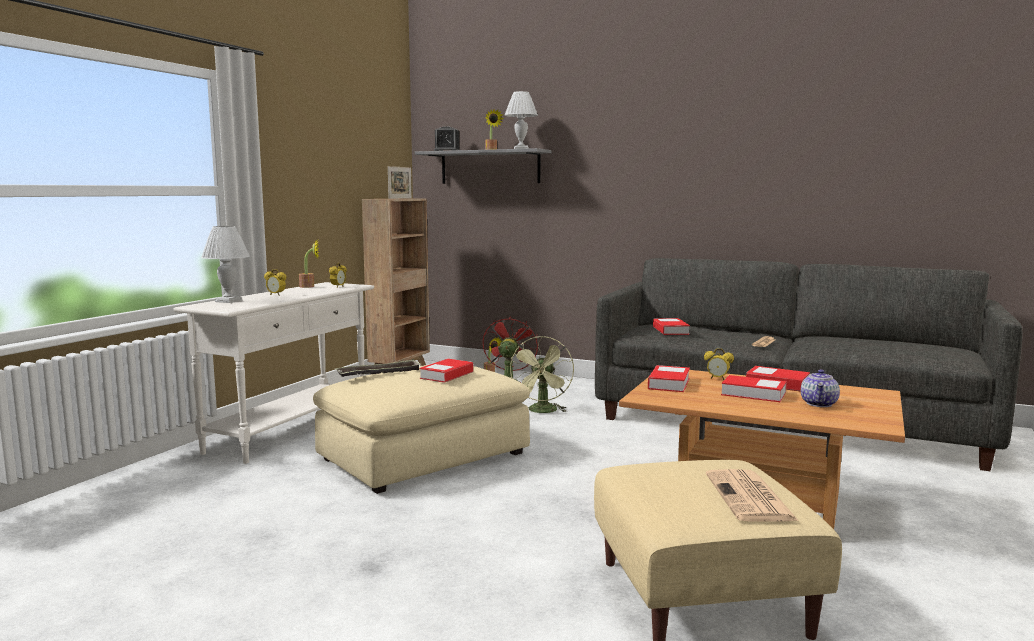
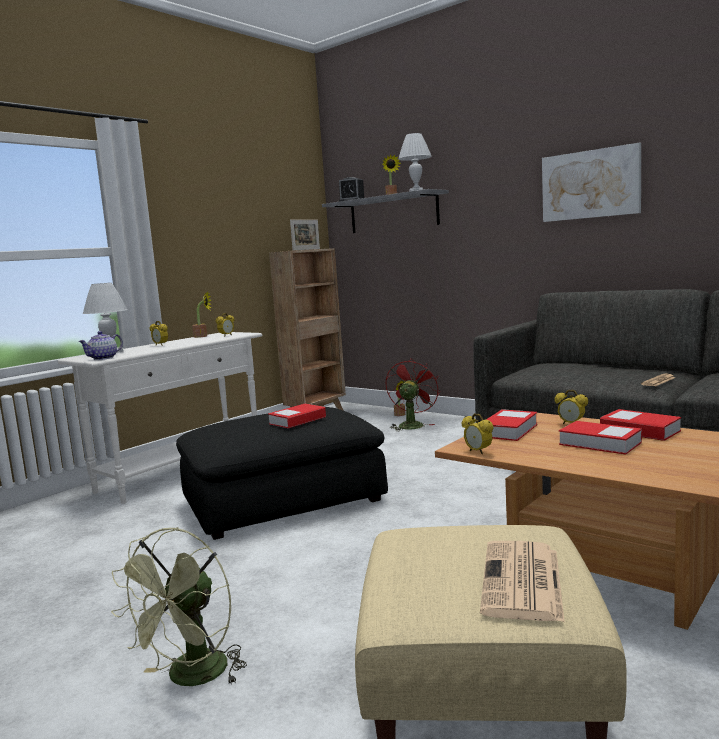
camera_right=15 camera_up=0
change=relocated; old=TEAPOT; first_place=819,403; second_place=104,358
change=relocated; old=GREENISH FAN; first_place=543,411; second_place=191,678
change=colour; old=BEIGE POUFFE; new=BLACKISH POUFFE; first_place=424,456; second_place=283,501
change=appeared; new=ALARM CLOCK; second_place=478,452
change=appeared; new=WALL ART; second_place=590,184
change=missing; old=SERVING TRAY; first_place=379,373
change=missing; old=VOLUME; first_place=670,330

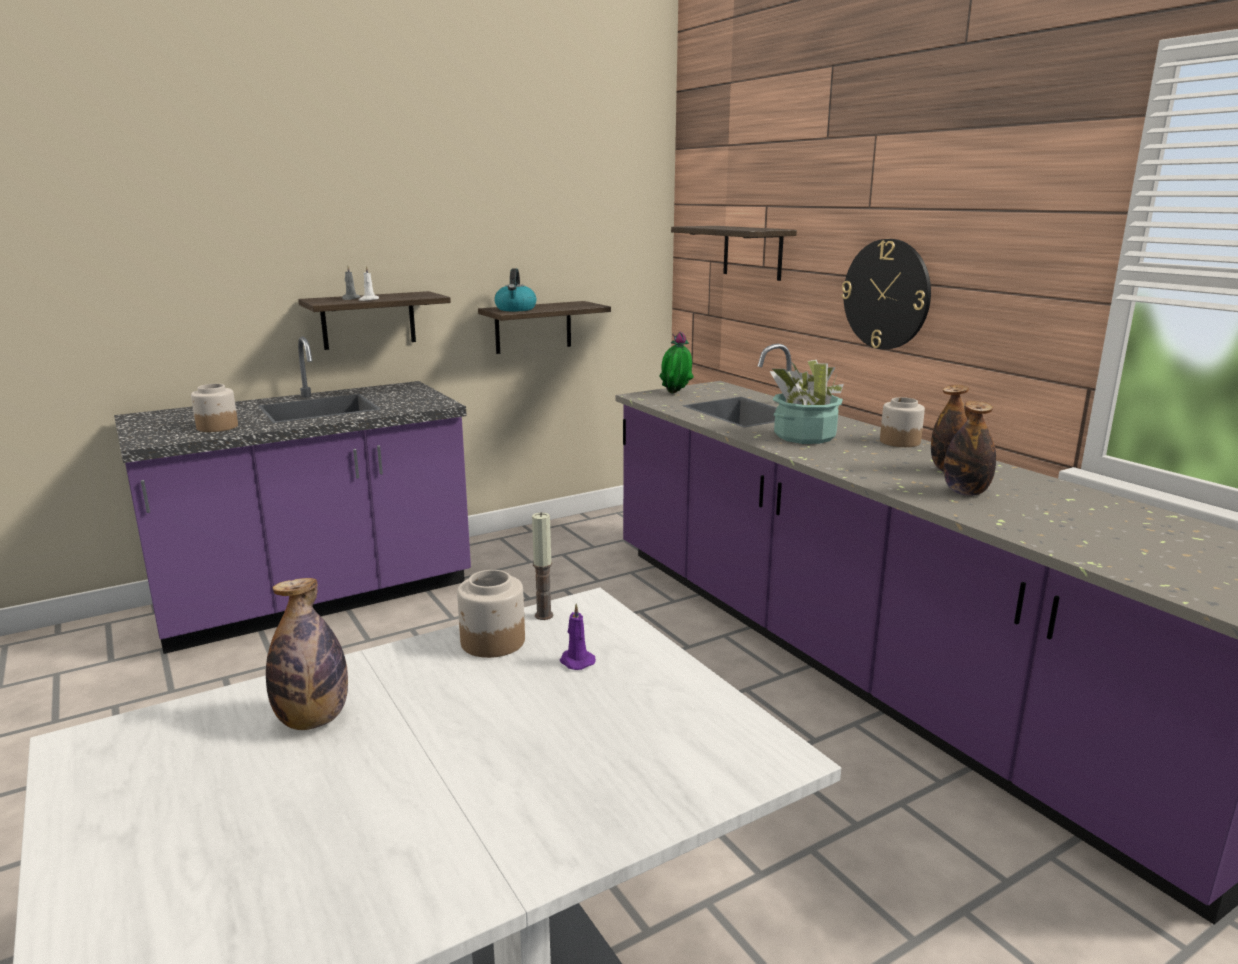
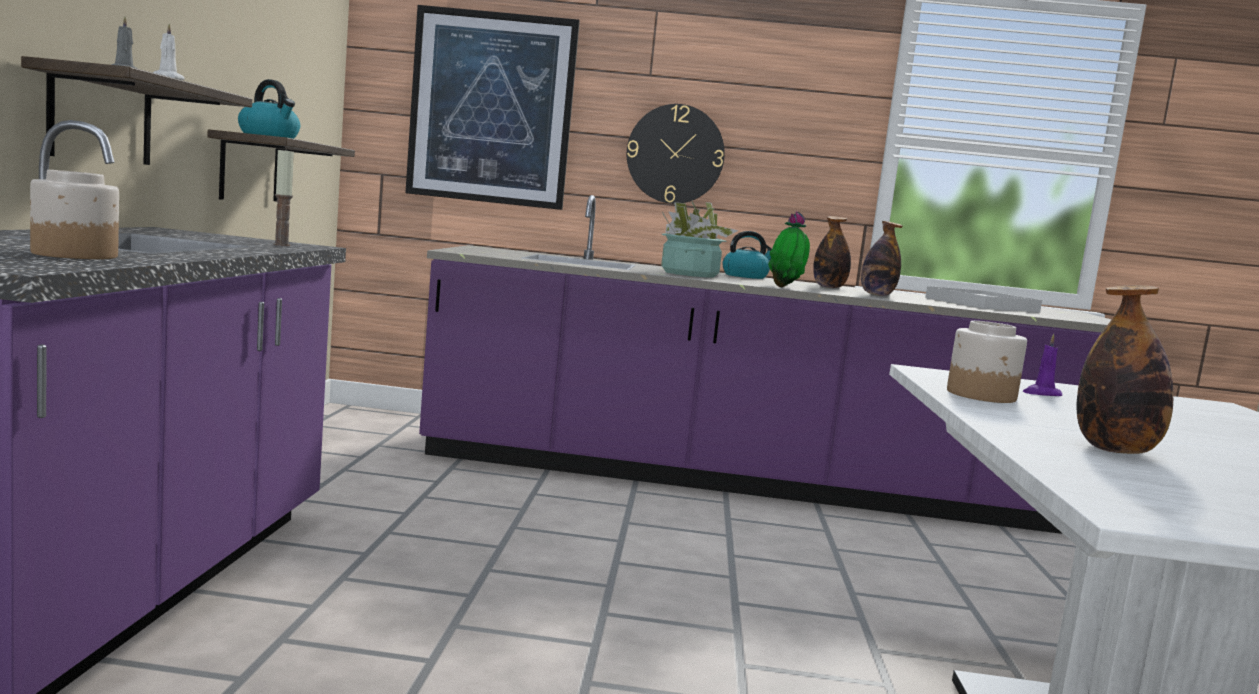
camera_right=-55 camera_up=-10
change=relocated; old=WAX LIGHT; first_place=544,615; second_place=281,245
change=exchanged; old=BRACKET SHELF; new=WALL ART; first_place=752,252; second_place=491,108
change=exchanged; old=JAR; new=TEA KETTLE; first_place=899,442; second_place=745,276
change=relocated; old=HOUSEPLANT; first_place=675,394; second_place=785,287
change=appeared; new=WHITISH SERVING TRAY; second_place=981,304

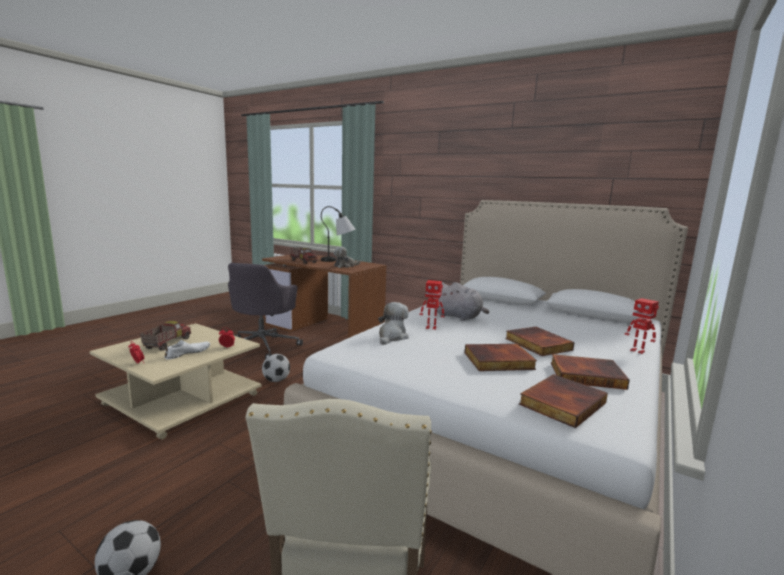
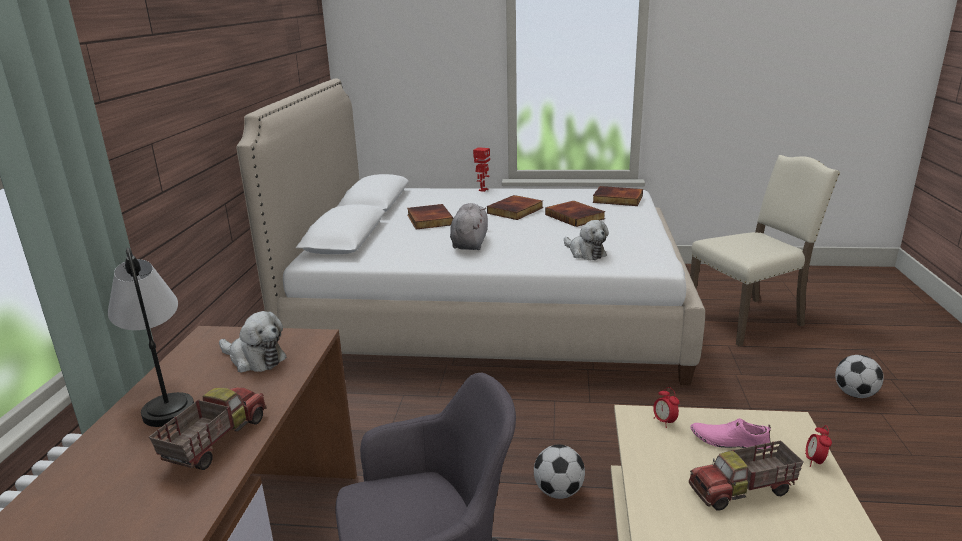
camera_right=-115 camera_up=10
change=relocated; old=VOLUME; first_place=586,375; second_place=428,220
change=spun; old=PLUSH TOY; first_place=392,337; second_place=585,253; degrees=-120
change=colour; old=WHITISH LOW SHOE; new=PINK LOW SHOE; first_place=188,353; second_place=729,441
change=missing; old=TOY ROBOT; first_place=431,327

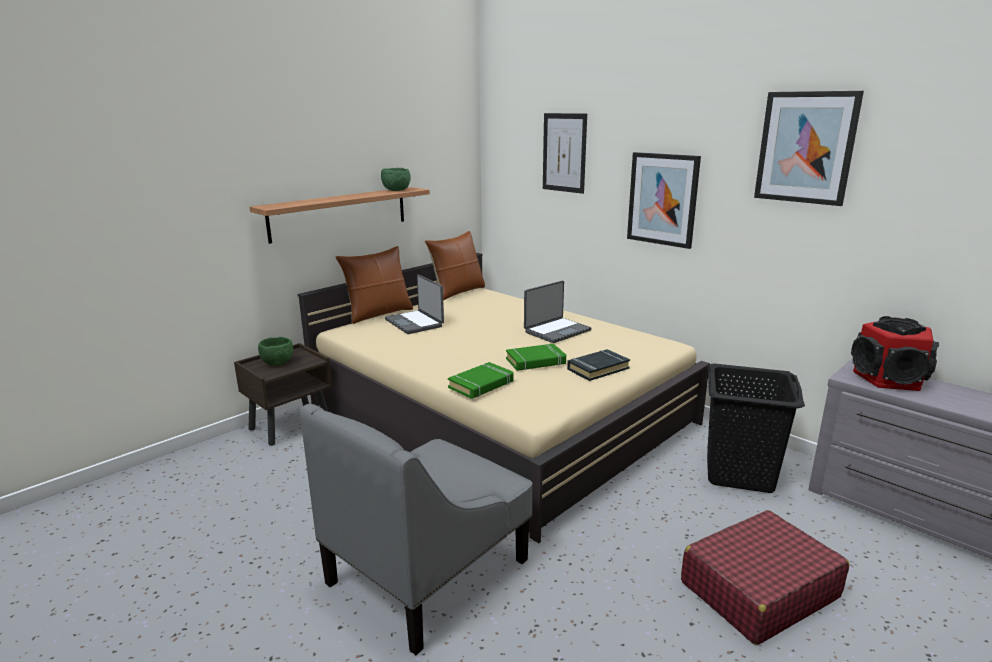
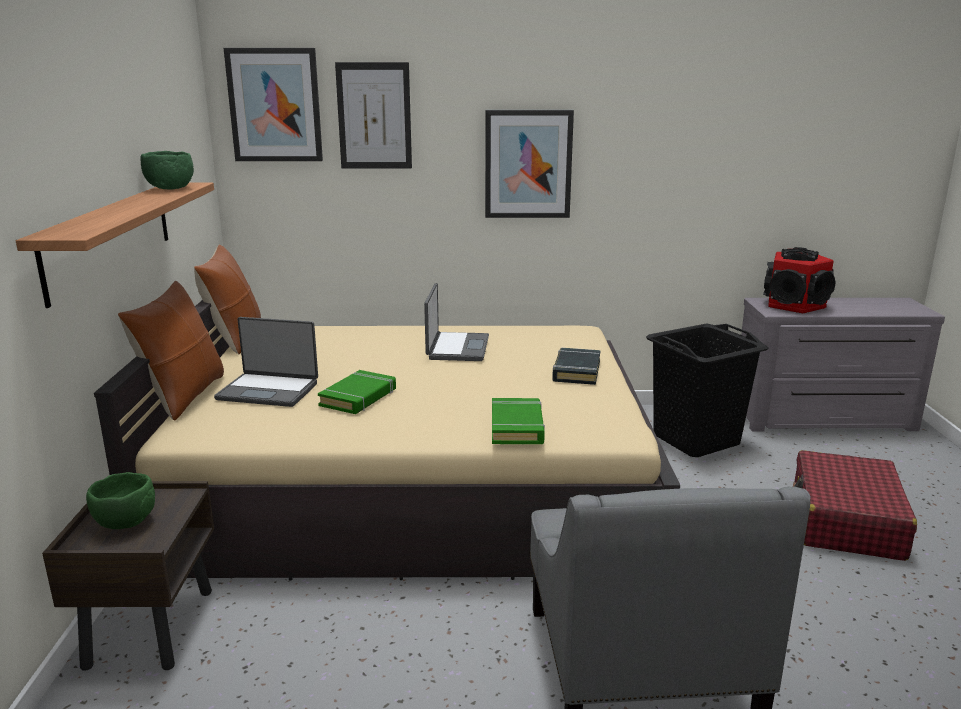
camera_right=-45 camera_up=0
change=relocated; old=WALL ART; first_place=805,147; second_place=275,105
change=relocated; old=GREENISH VOLUME; first_place=536,361; second_place=359,397

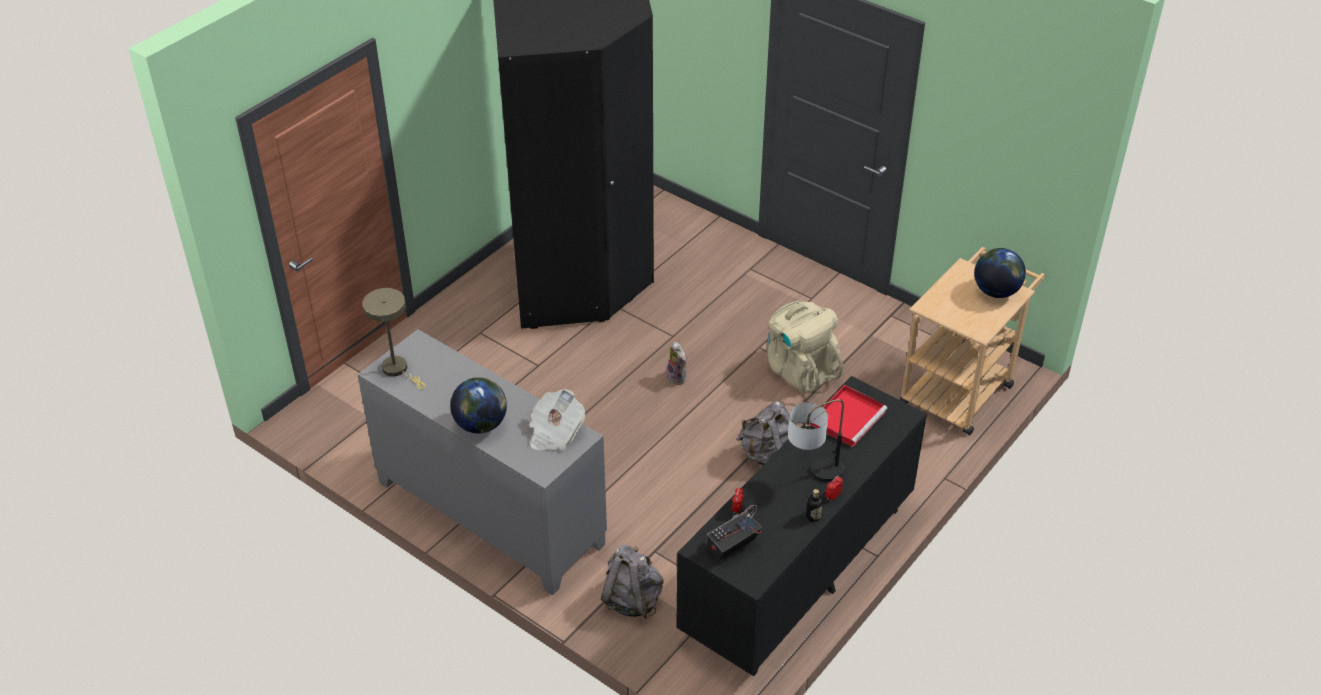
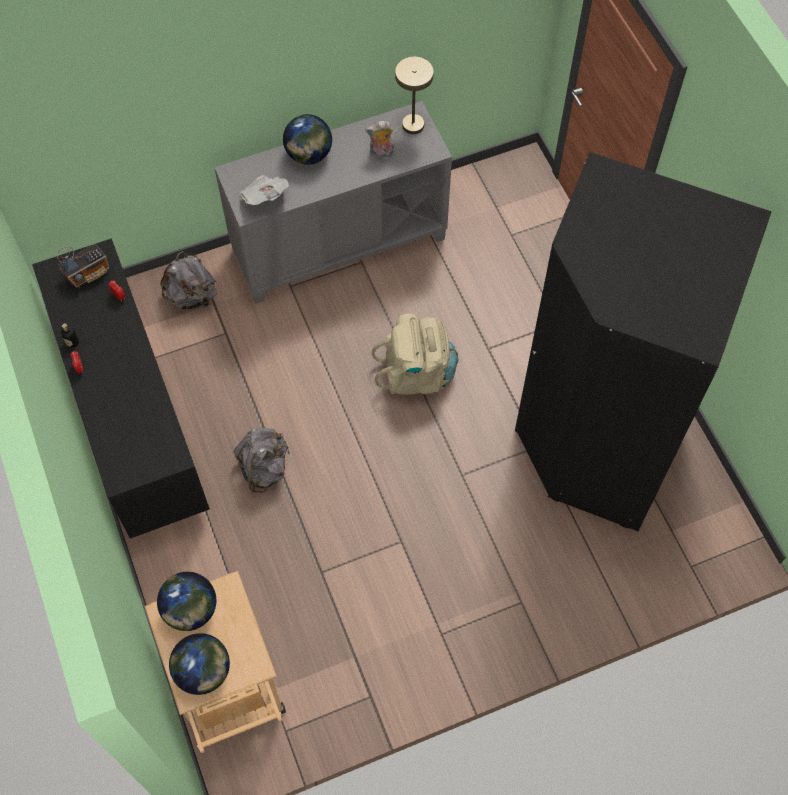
camera_right=120 camera_up=20
change=spun; old=RADIO; first_place=731,547; second_place=88,273; degrees=60
change=appeared; new=DESK GLOBE; second_place=191,610
change=relocated; old=PLUSH TOY; first_place=678,377; second_place=381,153
change=relocated; old=BEIGE BACKPACK; first_place=800,370; second_place=416,374
change=missing; old=TABLE LAMP; first_place=812,475
change=missing; old=RED-COLOURED SERVING TRAY; first_place=848,417

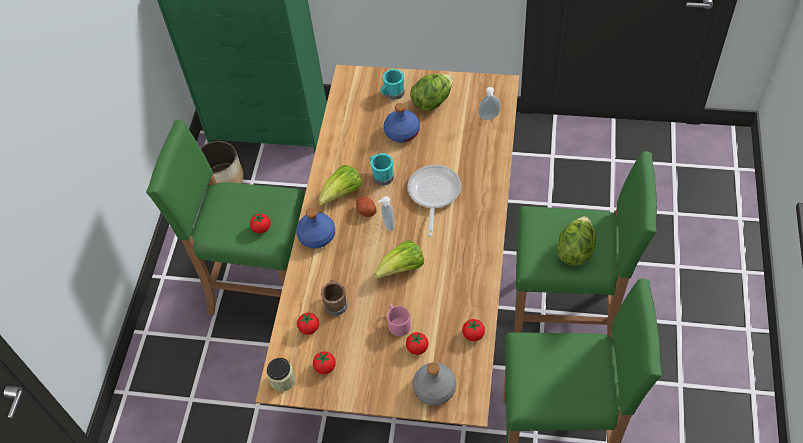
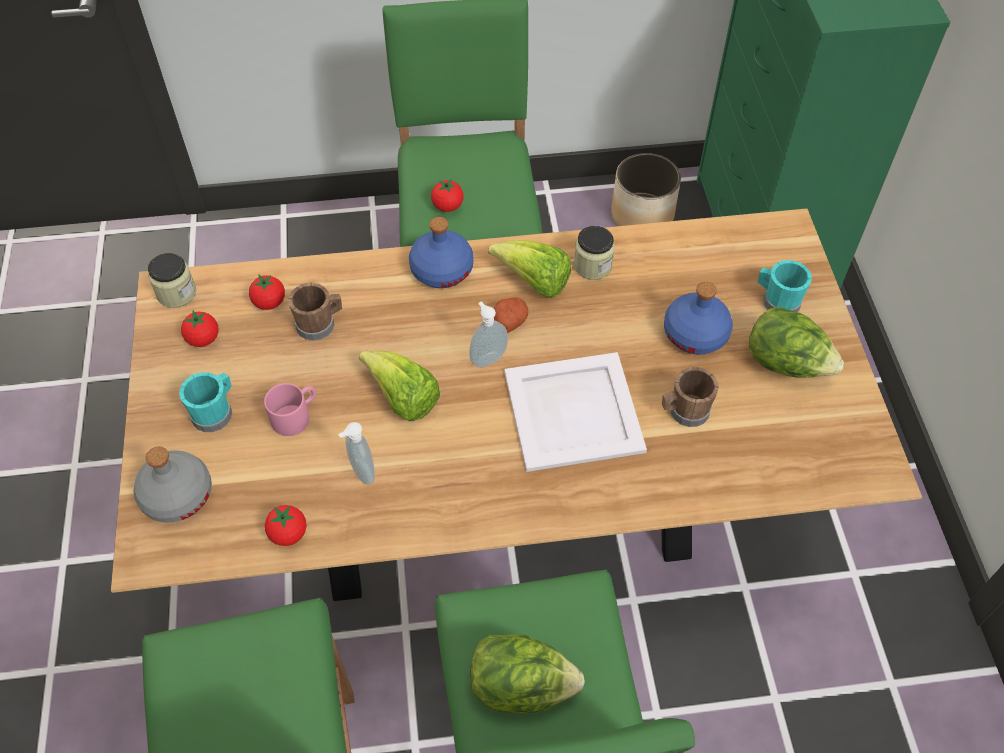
camera_right=70 camera_up=0
change=relocated; old=TURQUOISE-COLOURED TEA MUG; first_place=381,175; second_place=215,412
change=relocated; old=SOAP BOTTLE; first_place=489,118; second_place=361,473
change=exchanged; old=FRYING PAN; new=WHITISH SERVING TRAY; first_place=433,194; second_place=572,410
change=appeared; new=JAR; second_place=592,266
change=appeared; new=BROWNISH TEA MUG; second_place=684,411
change=missing; old=WHOLE TOMATO; first_place=417,348

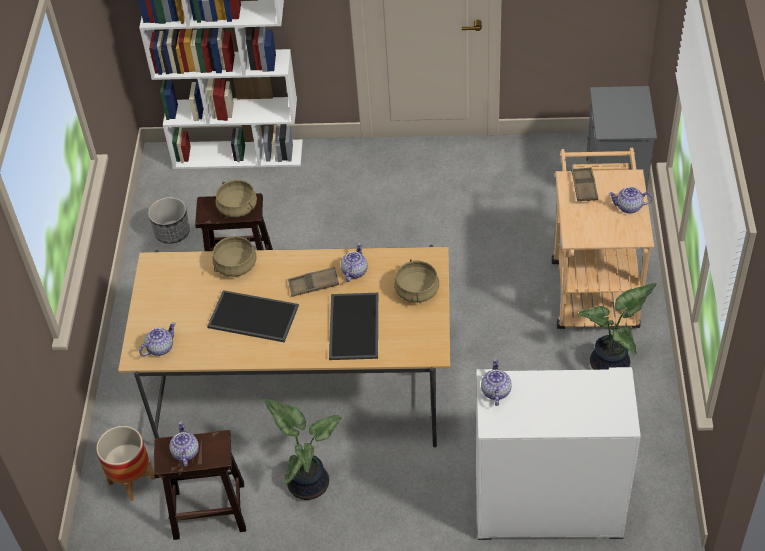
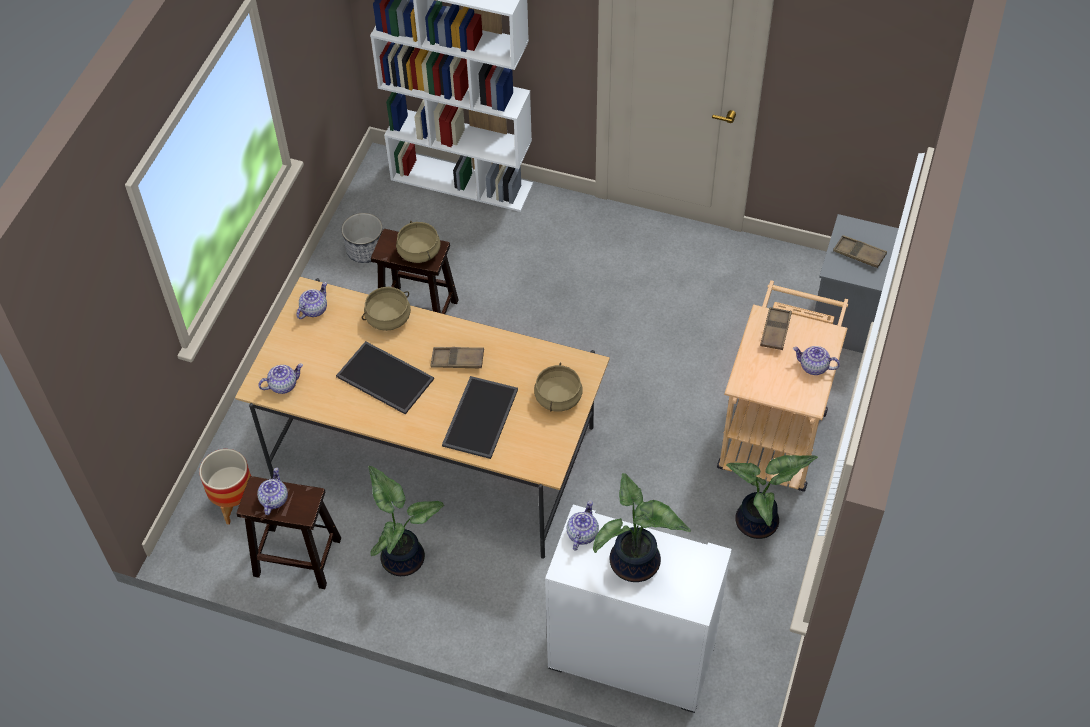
camera_right=15 camera_up=5
change=relocated; old=TEAPOT; first_place=354,271; second_place=314,309
change=appeared; new=HOUSEPLANT; second_place=635,565
change=appeared; new=BROWNISH SERVING TRAY; second_place=859,254

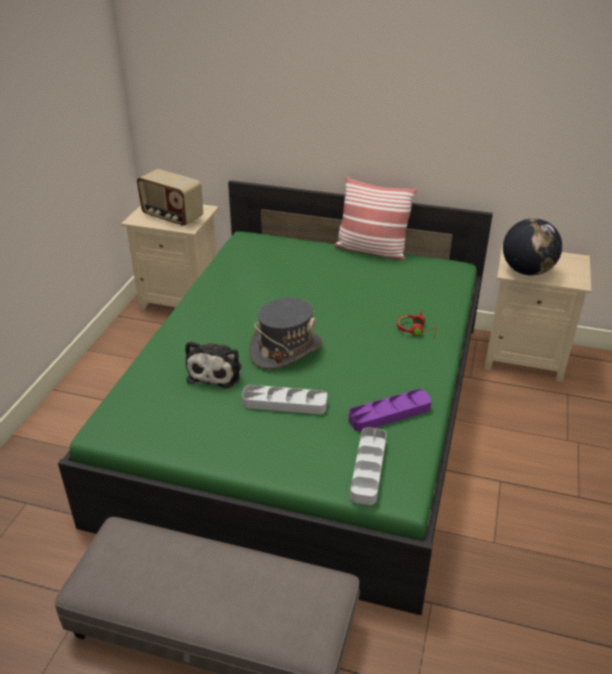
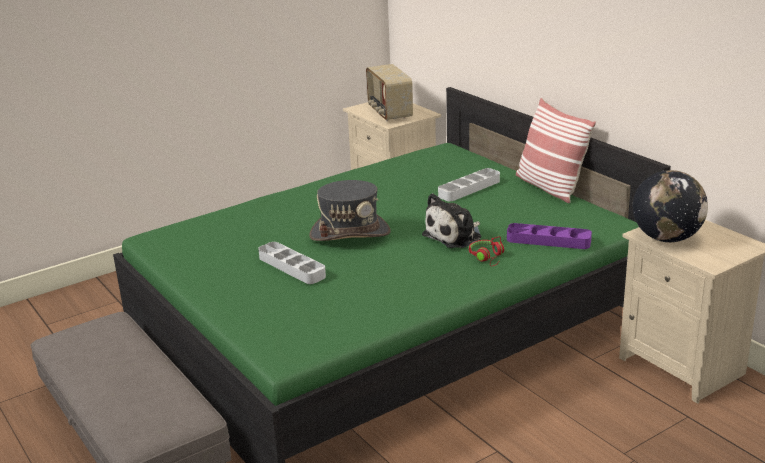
camera_right=40 camera_up=-10
change=relocated; old=PLUSH TOY; first_place=216,372; second_place=455,236
change=relocated; old=GREYISH SERVING TRAY; first_place=368,468; second_place=469,188
change=relocated; old=PURPLE SERVING TRAY; first_place=389,414; second_place=548,240

